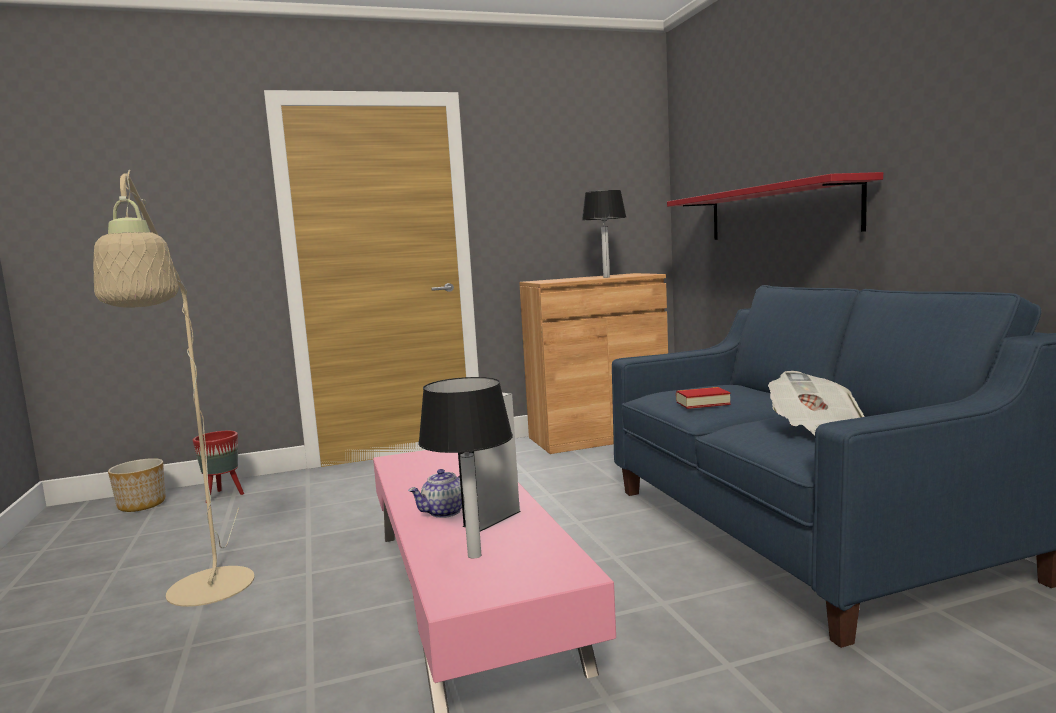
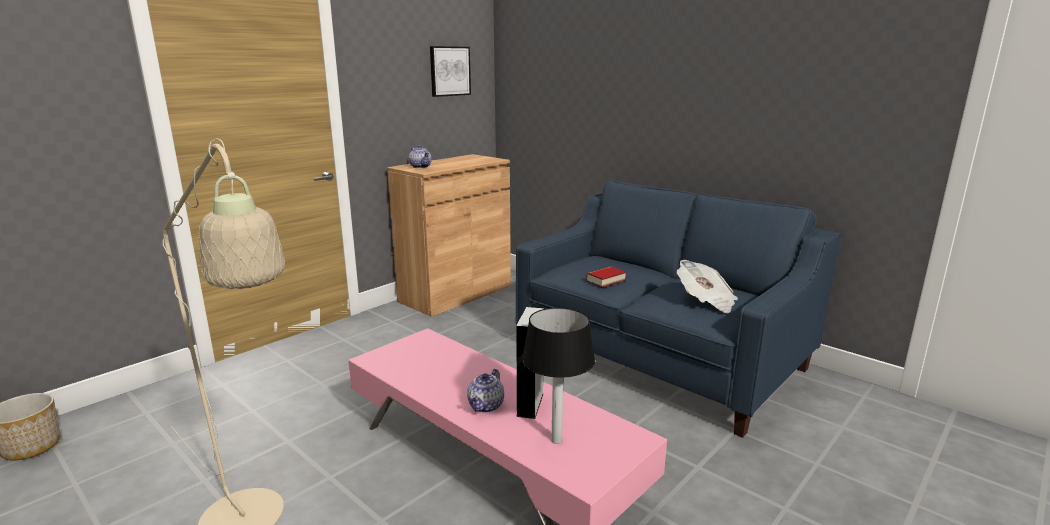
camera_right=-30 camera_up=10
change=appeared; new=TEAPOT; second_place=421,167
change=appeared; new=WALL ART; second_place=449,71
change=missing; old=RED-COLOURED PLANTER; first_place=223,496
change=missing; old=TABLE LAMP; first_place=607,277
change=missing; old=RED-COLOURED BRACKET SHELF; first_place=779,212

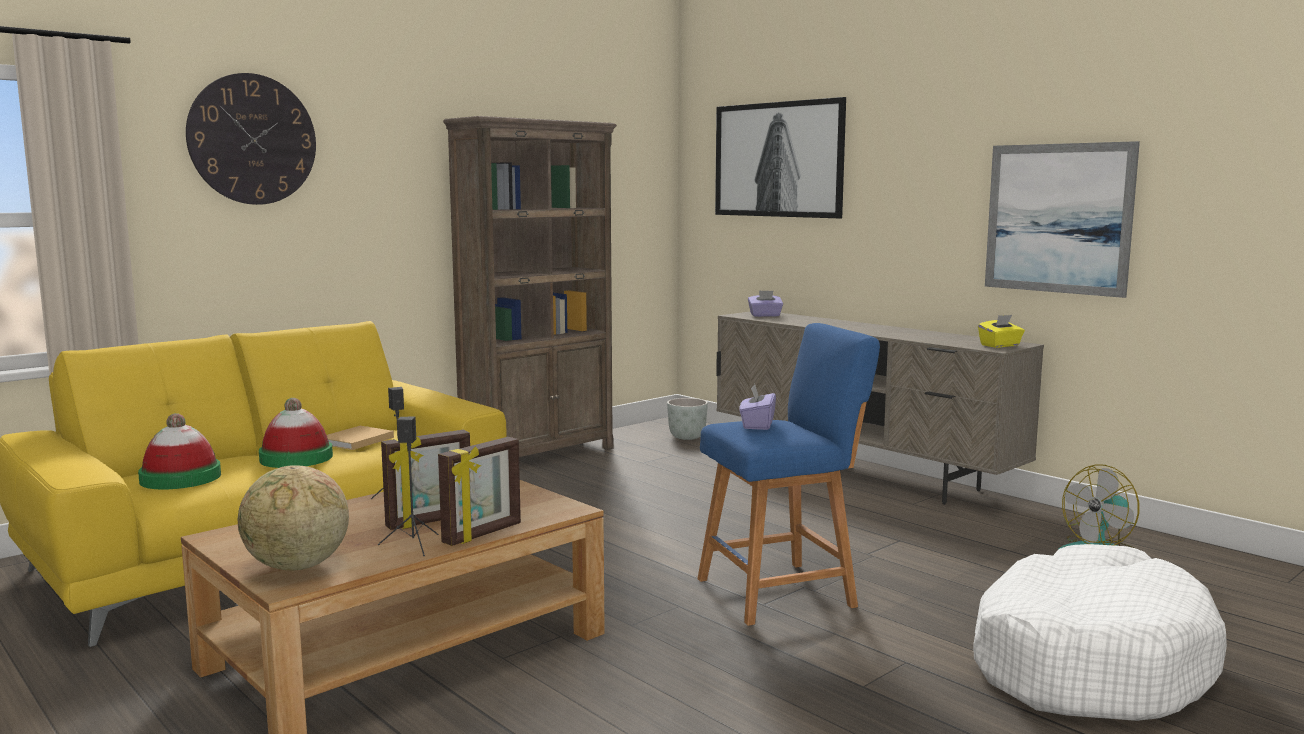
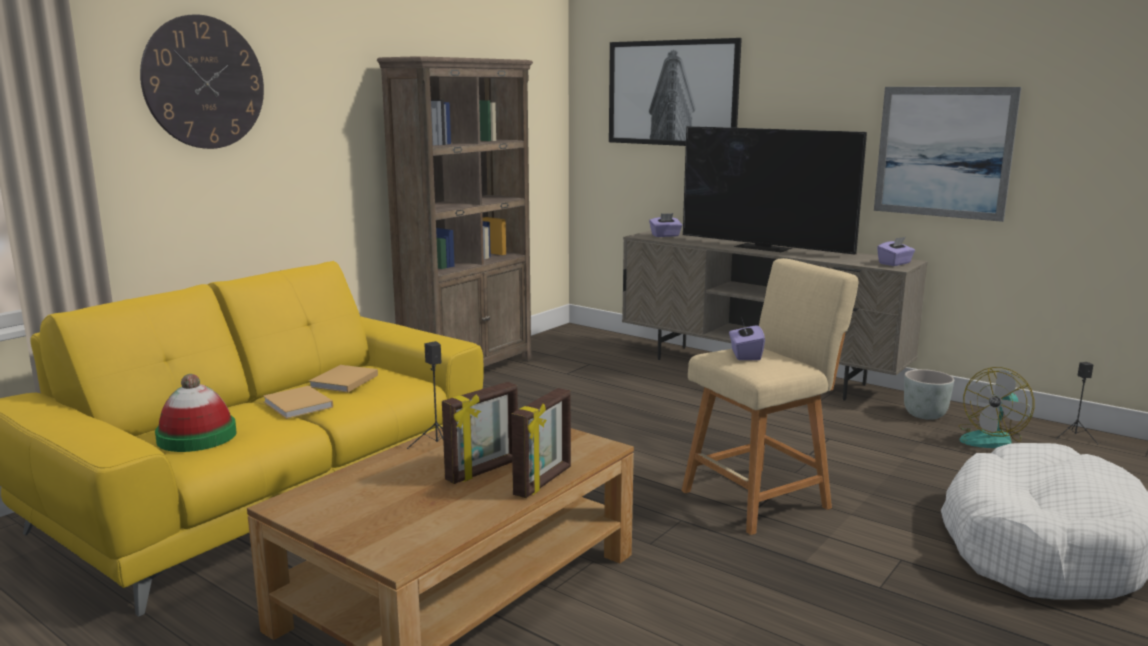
camera_right=-10 camera_up=5
change=exchanged; old=WEARABLE HAT; new=BEIGE VOLUME; first_place=296,458; second_place=299,405
change=colour; old=BLUE STOOL; new=BEIGE STOOL; first_place=782,591; second_place=760,497
change=appeared; new=TELEVISION; second_place=764,247
change=colour; old=YELLOWISH TISSUE BOX; new=PURPLE TISSUE BOX; first_place=1000,345; second_place=895,263
change=relocated; old=GREYISH PLANTER; first_place=687,437; second_place=924,415
change=relocated; old=BLACKISH AUDIO SPEAKER; first_place=413,544; second_place=1074,437
change=missing; old=DESK GLOBE; first_place=296,567

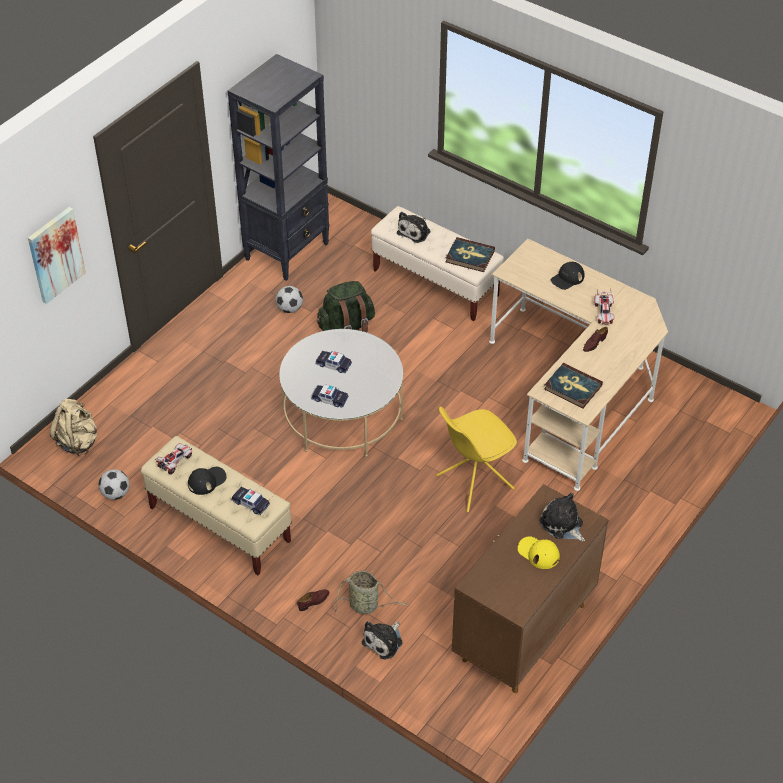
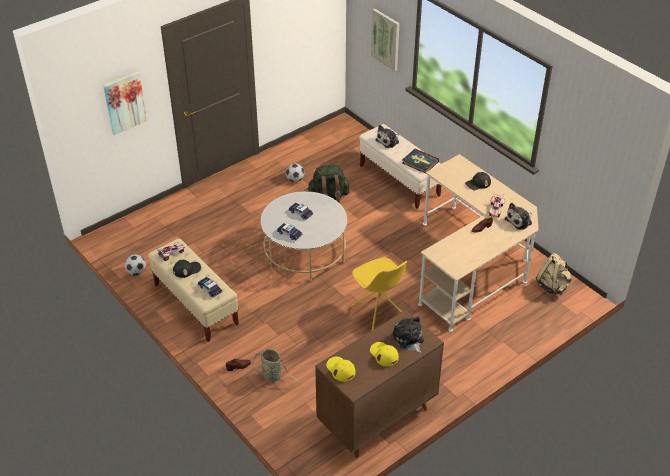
camera_right=15 camera_up=-5
change=appeared; new=YELLOWISH CAP; second_place=340,369
change=spun; old=YELLOWISH UPRIGHT CHAIR; first_place=473,482; second_place=378,312; degrees=-105
change=appeared; new=WALL ART; second_place=386,39
change=relocated; old=PLUSH TOY; first_place=384,641; second_place=519,221
change=relocated; old=BEIGE BACKPACK; first_place=78,441; second_place=552,286
change=missing; old=BLACKISH BOOKCASE; first_place=287,251
change=missing; old=VOLUME; first_place=572,387

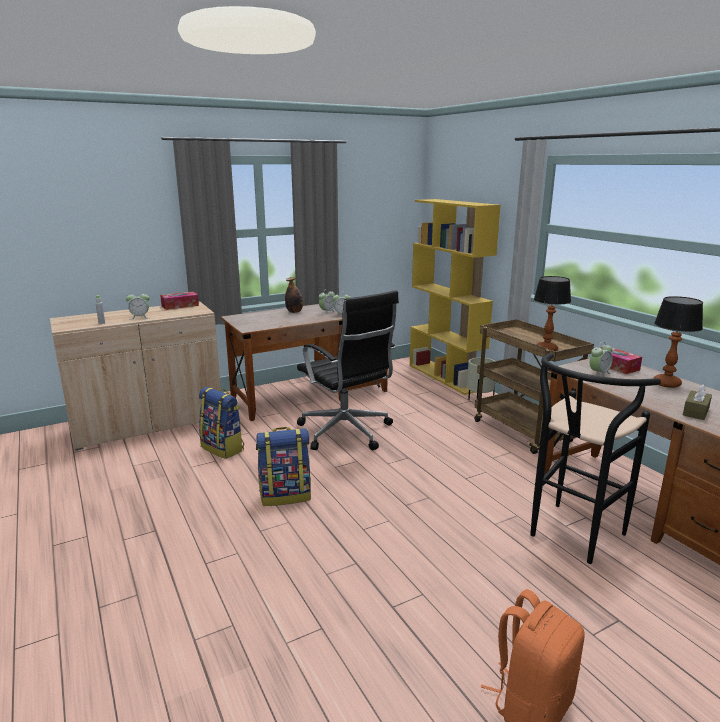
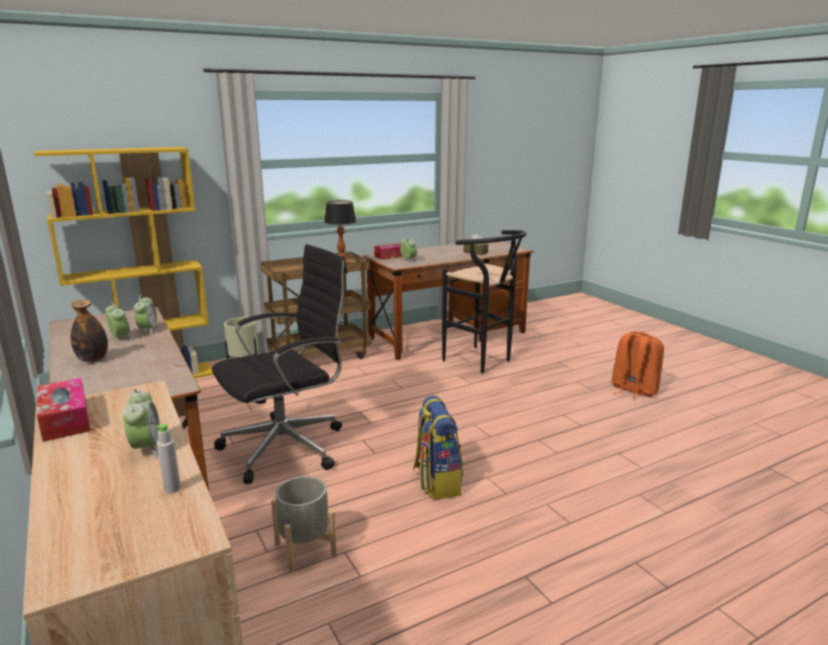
camera_right=-90 camera_up=0
change=exchanged; old=BACKPACK; new=GREYISH PLANTER; first_place=223,448; second_place=305,550
change=missing; old=TABLE LAMP; first_place=666,383

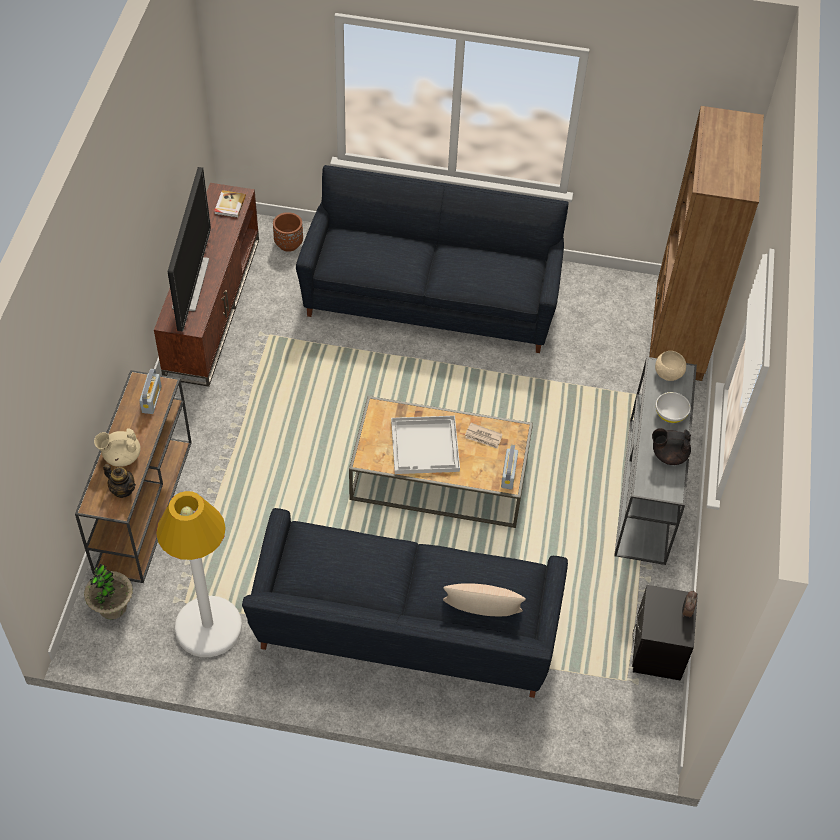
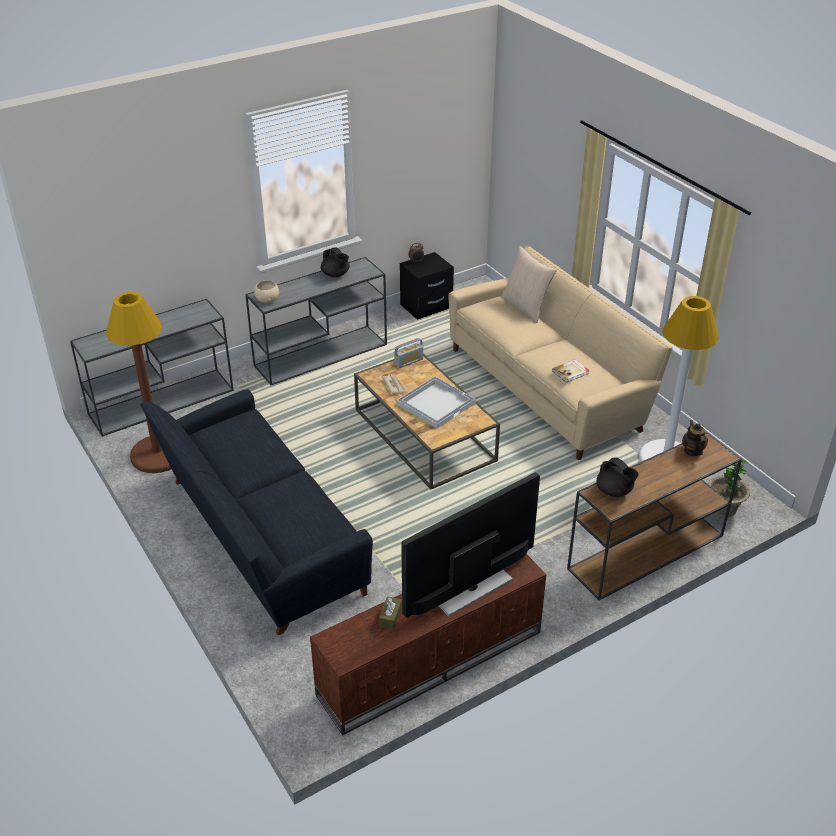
camera_right=-130 camera_up=-15
change=exchanged; old=BROWNISH BOOKCASE; new=GREYISH HALL TABLE; first_place=677,336; second_place=163,401
change=appeared; new=BROWNISH STANDING LAMP; second_place=158,455
change=appeared; new=BROWNISH TISSUE BOX; second_place=390,617
change=colour; old=BLACKISH COUCH; new=BEIGE COUCH; first_place=404,633; second_place=548,387
change=relocated; old=VOLUME; first_place=229,205; second_place=571,372
change=exchanged; old=RADIO; new=BLACKISH TEAPOT; first_place=151,399; second_place=614,491
change=missing; old=BEIGE TEAPOT; first_place=121,456
change=missing; old=BROWNISH PLANTER; first_place=289,244
change=missing; old=WHITISH BOWL; first_place=670,414

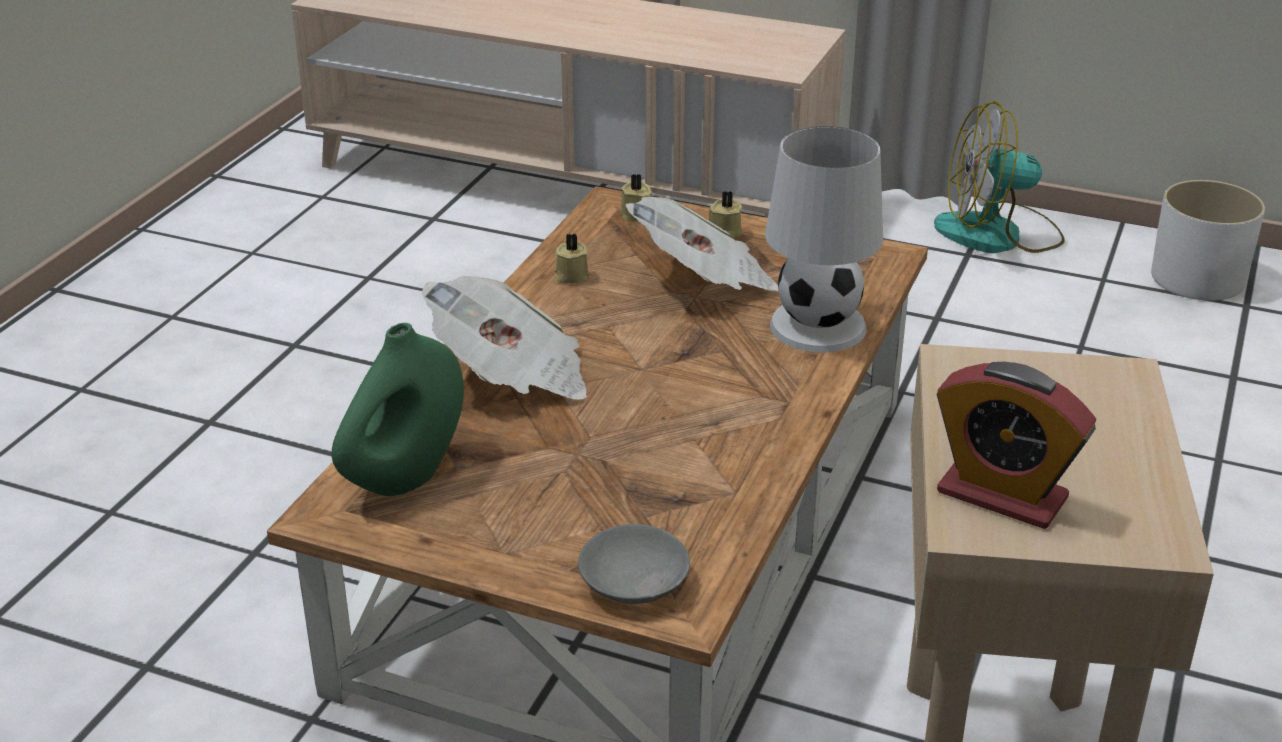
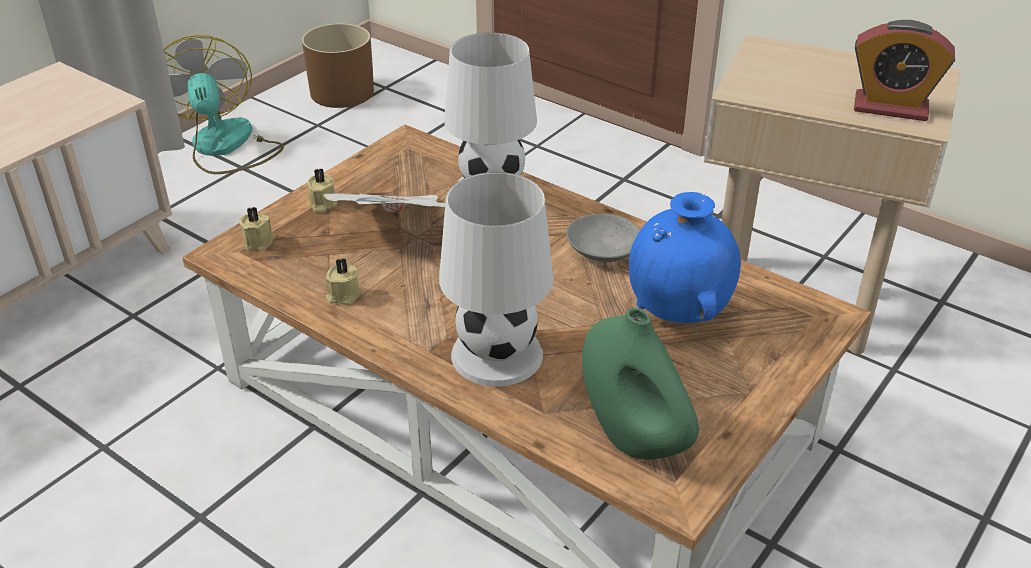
camera_right=-75 camera_up=5
change=spun; old=FAN; first_place=998,234; second_place=225,147; degrees=150
change=colour; old=WHITISH PLANTER; new=BROWNISH PLANTER; first_place=1197,278; second_place=342,93
change=exchanged; old=DAILY PAPER; new=WHITISH TABLE LAMP; first_place=512,376; second_place=497,353
change=relocated; old=GREYISH BOWL; first_place=634,583; second_place=604,250
change=appeared; new=BLUE DECORATIVE VASE; second_place=678,314
change=spun; old=ALARM CLOCK; first_place=1002,495; second_place=890,107; degrees=60

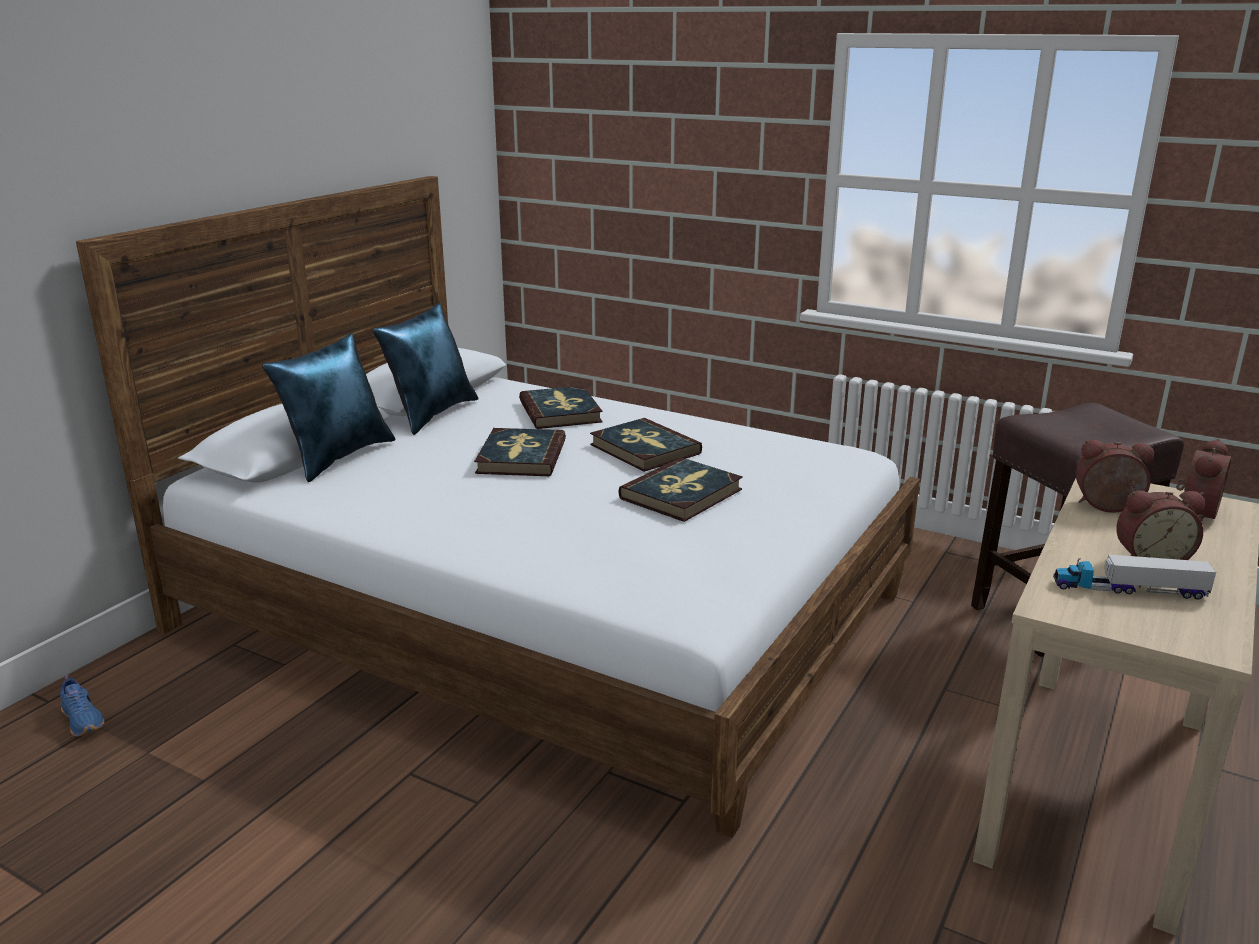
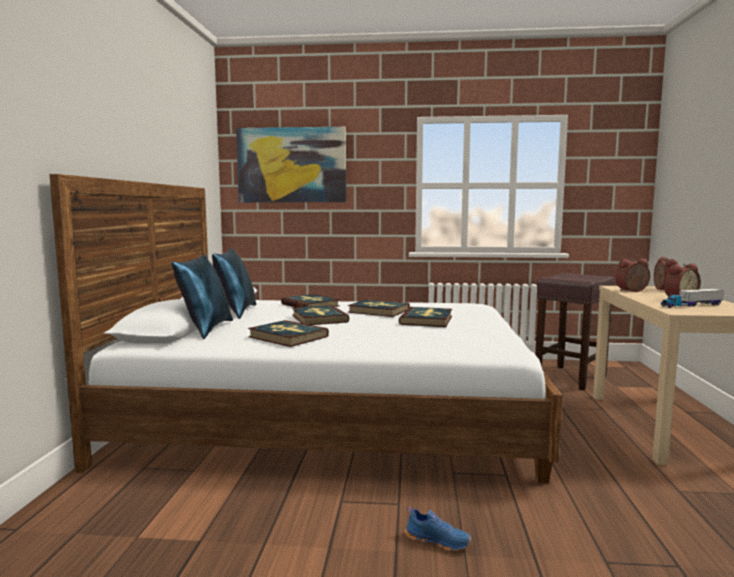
camera_right=-25 camera_up=-15
change=appeared; new=WALL ART; second_place=292,165
change=appeared; new=VOLUME; second_place=287,337
change=relocated; old=BLUE LOW SHOE; first_place=84,720; second_place=438,540

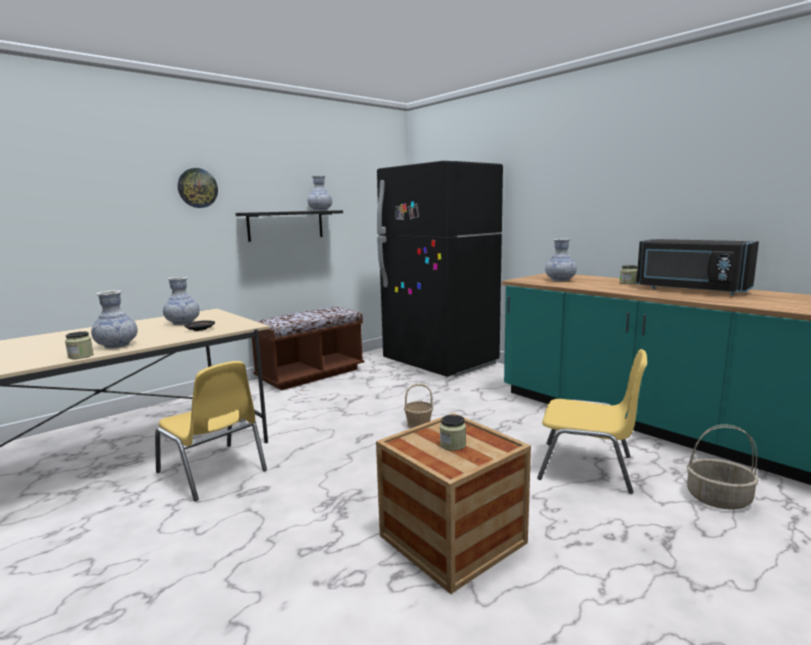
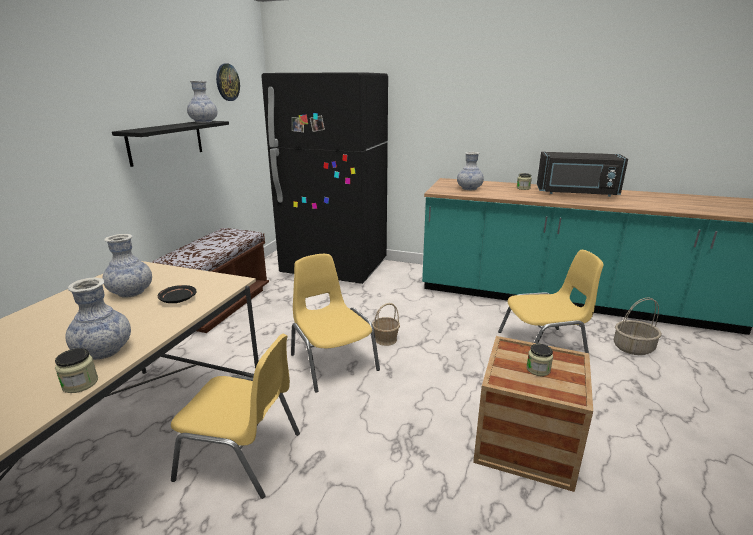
camera_right=-30 camera_up=10
change=relocated; old=WALL CLOCK; first_place=197,188; second_place=227,82
change=appeared; new=YELLOWISH UPRIGHT CHAIR; second_place=332,362

